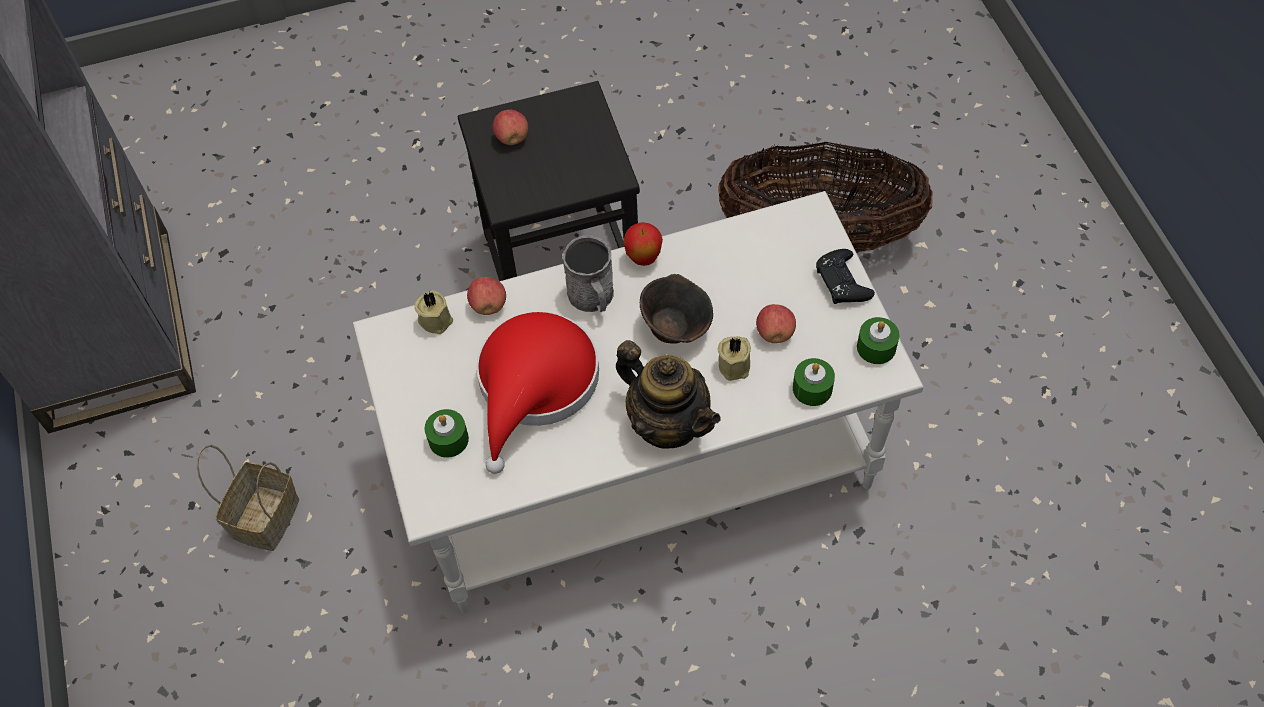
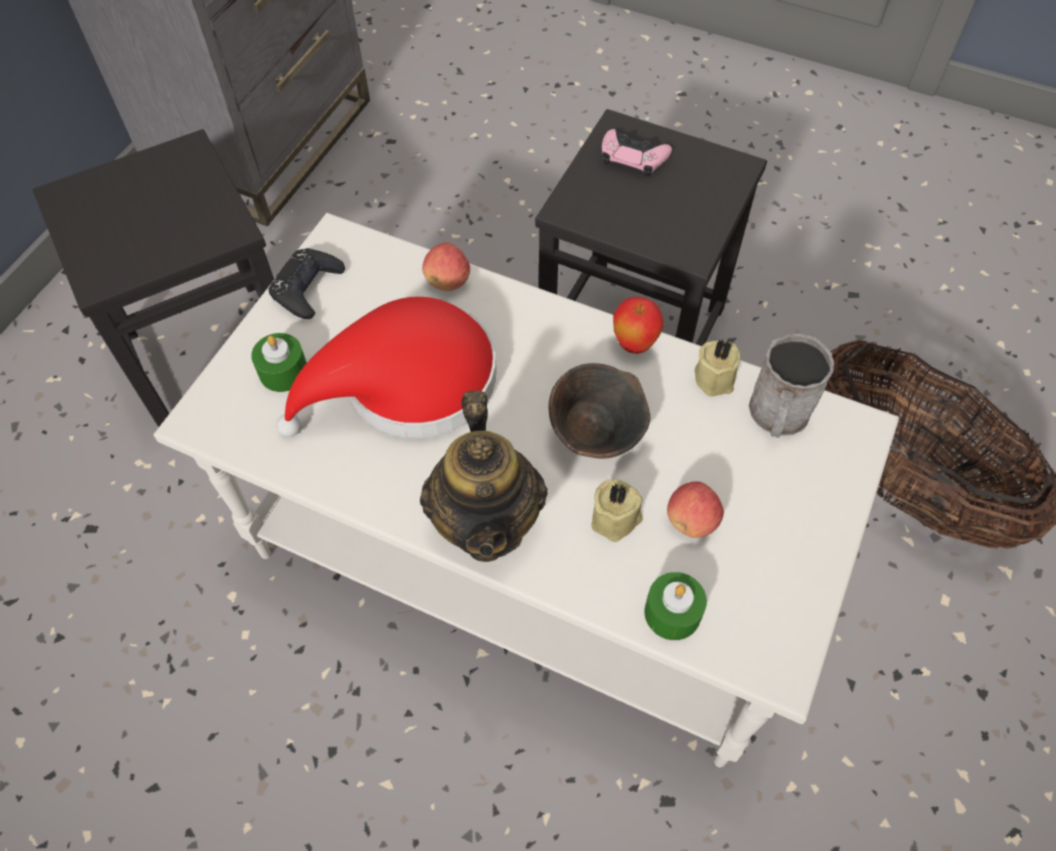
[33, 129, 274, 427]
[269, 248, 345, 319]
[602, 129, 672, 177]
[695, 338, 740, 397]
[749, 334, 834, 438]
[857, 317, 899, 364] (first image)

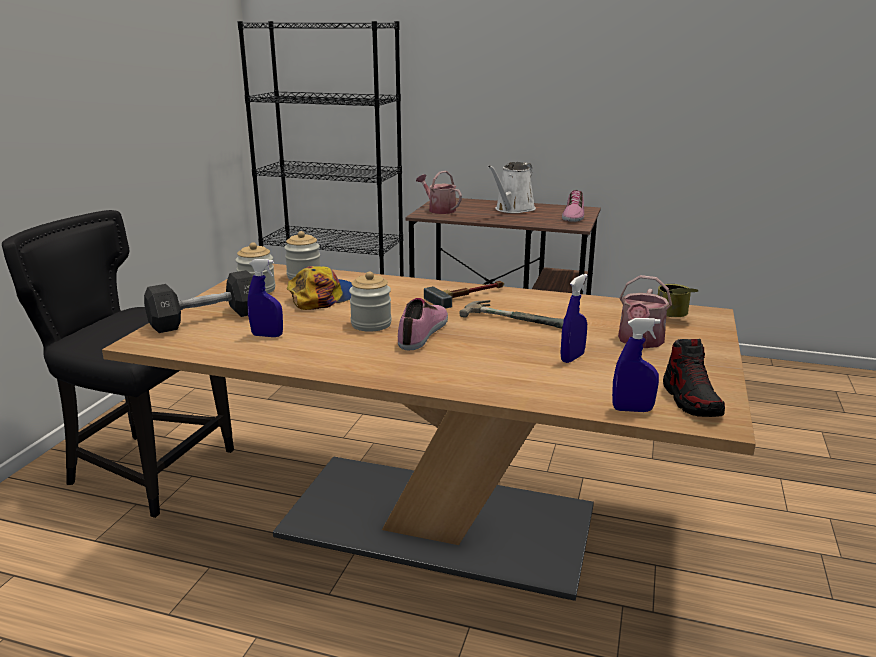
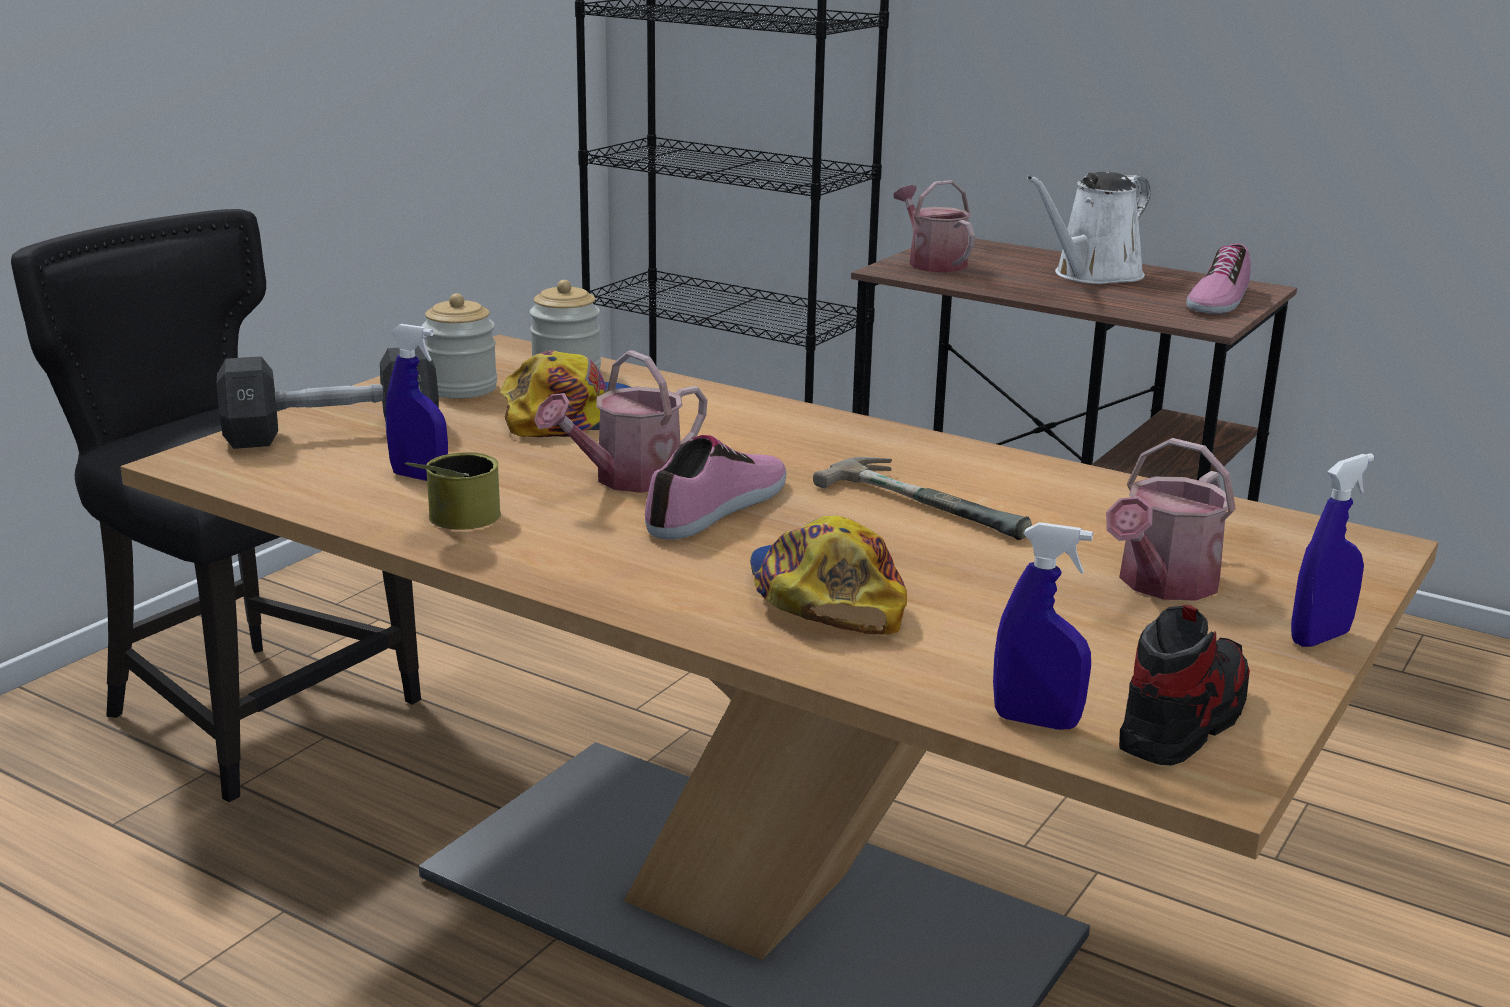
[405, 452, 501, 530]
[534, 350, 707, 493]
[750, 515, 907, 635]
[1119, 605, 1250, 766]
[1291, 453, 1375, 647]
[424, 281, 504, 309] (first image)

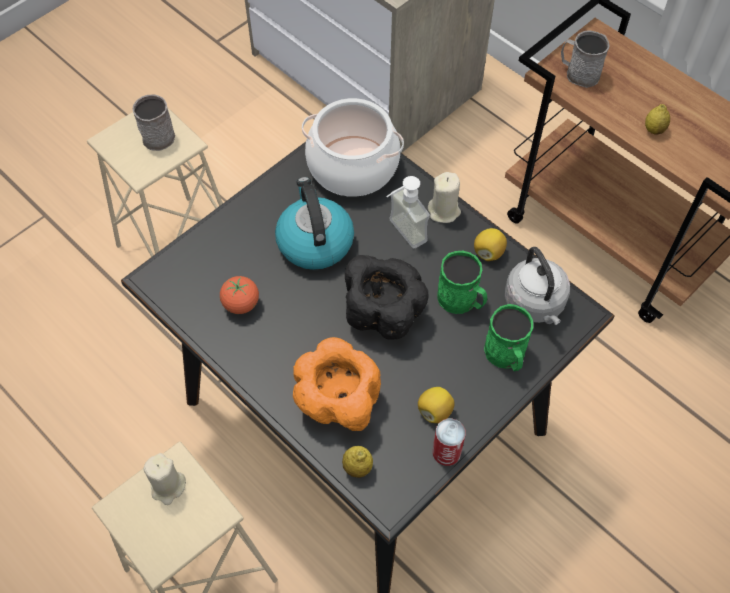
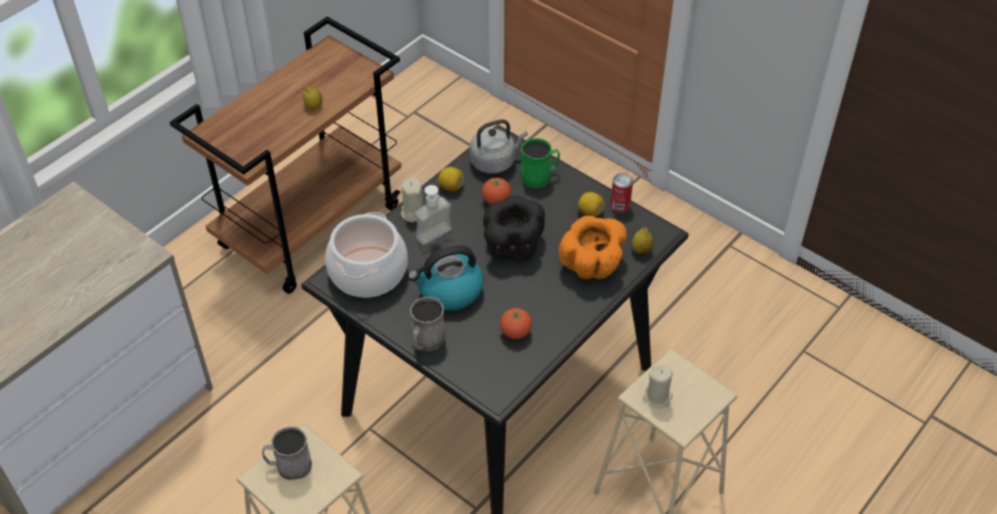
[410, 297, 445, 351]
[482, 178, 511, 205]

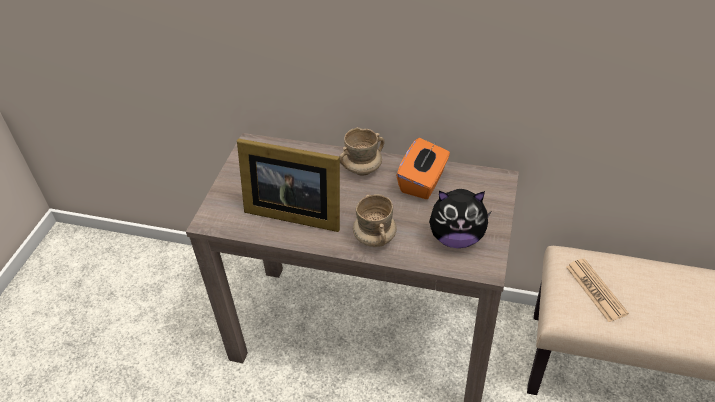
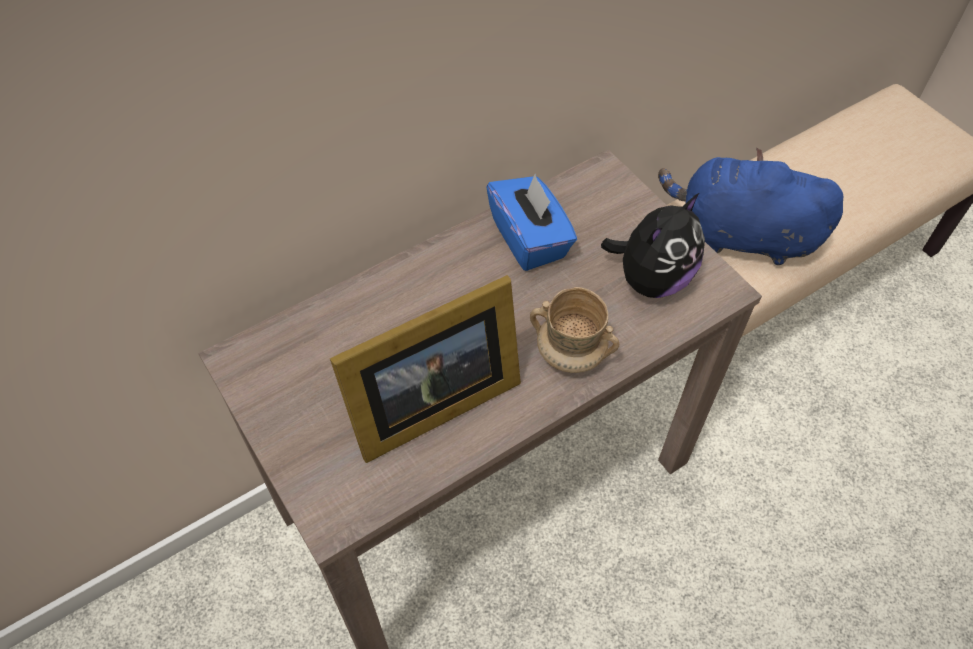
[486, 174, 577, 271]
[658, 148, 843, 265]
[339, 127, 384, 176] (first image)

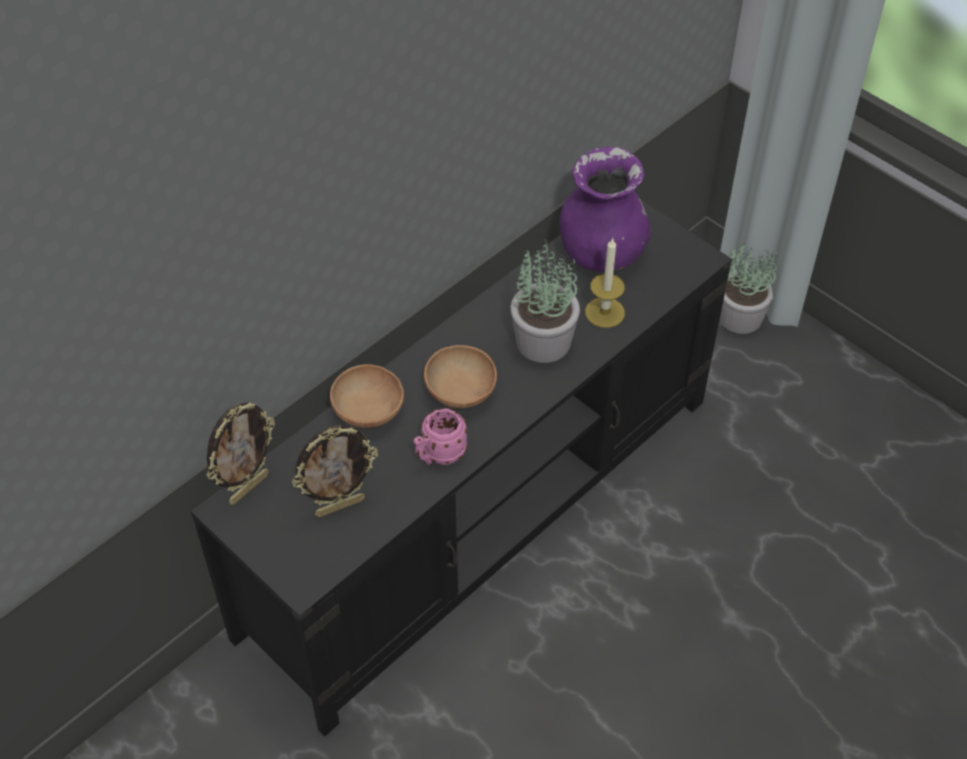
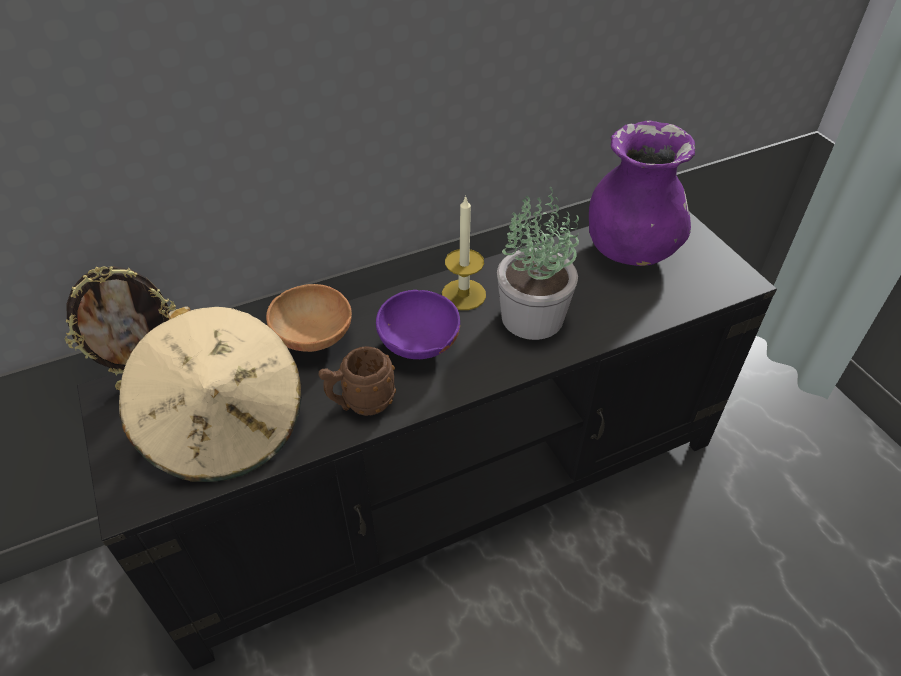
[119, 306, 302, 482]
[319, 346, 396, 416]
[376, 290, 460, 359]
[442, 195, 486, 310]
[720, 244, 777, 334] (first image)

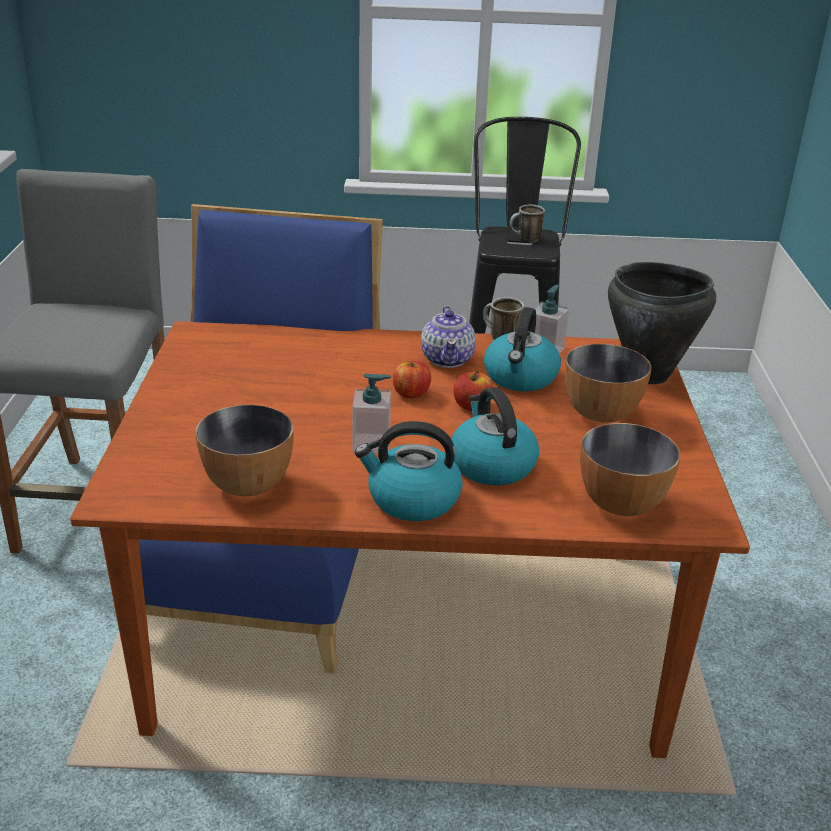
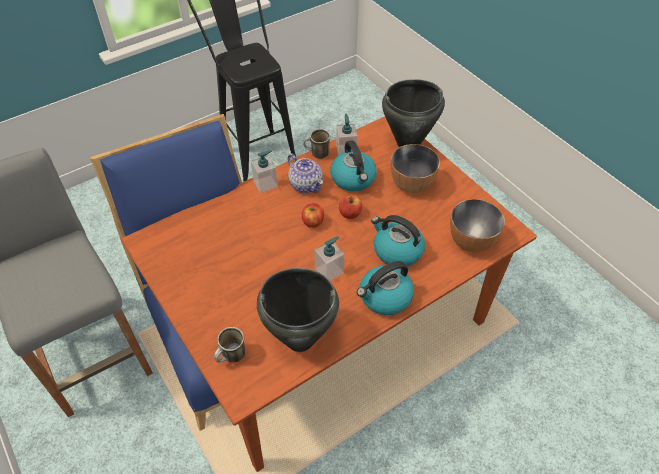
[214, 327, 245, 363]
[251, 150, 278, 193]
[257, 268, 339, 352]

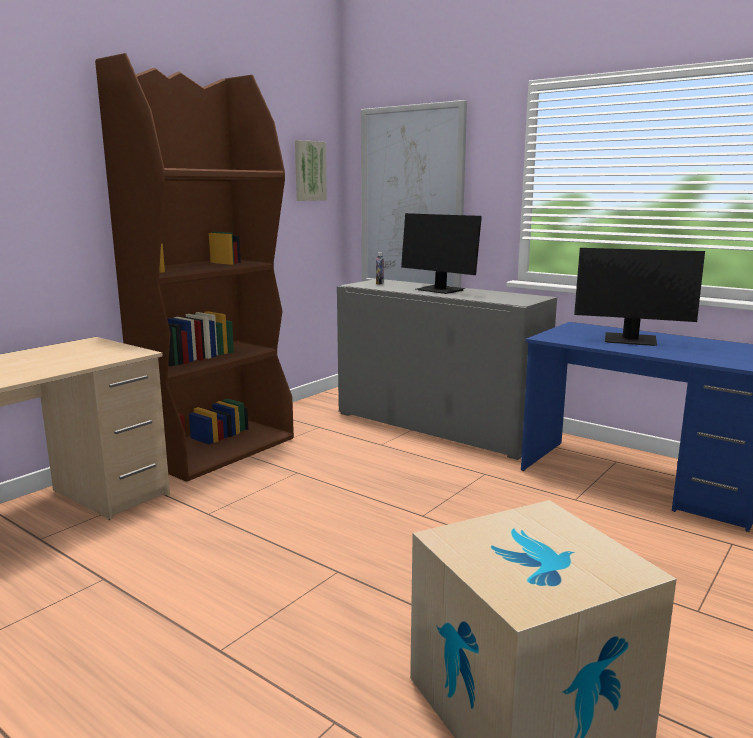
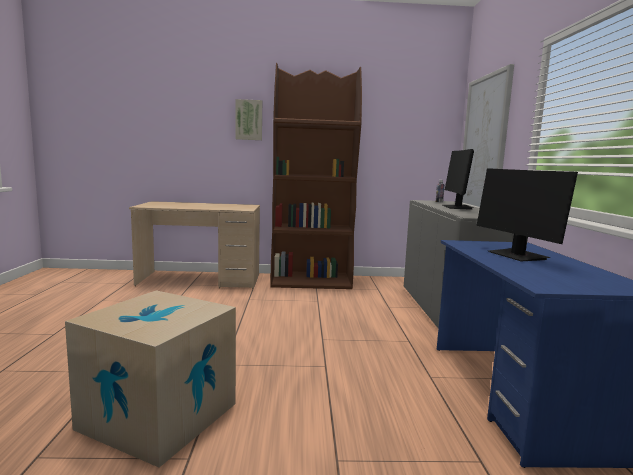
[235, 99, 262, 140]

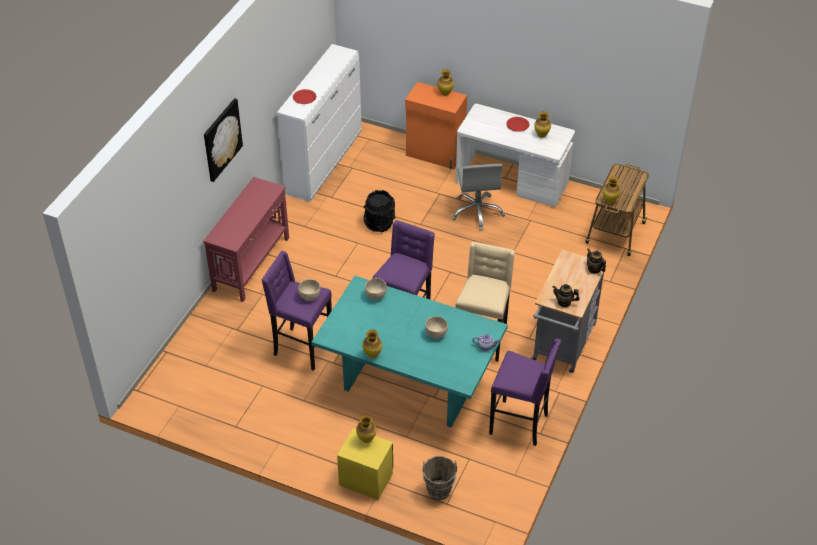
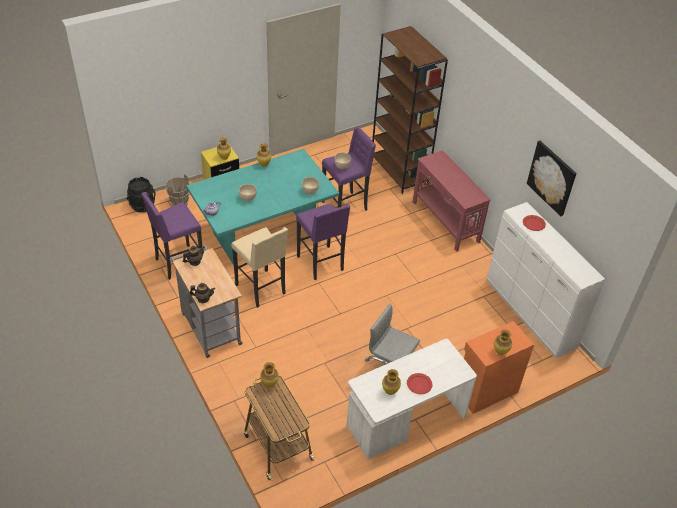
[127, 177, 155, 213]
[372, 26, 448, 194]
[527, 141, 576, 216]

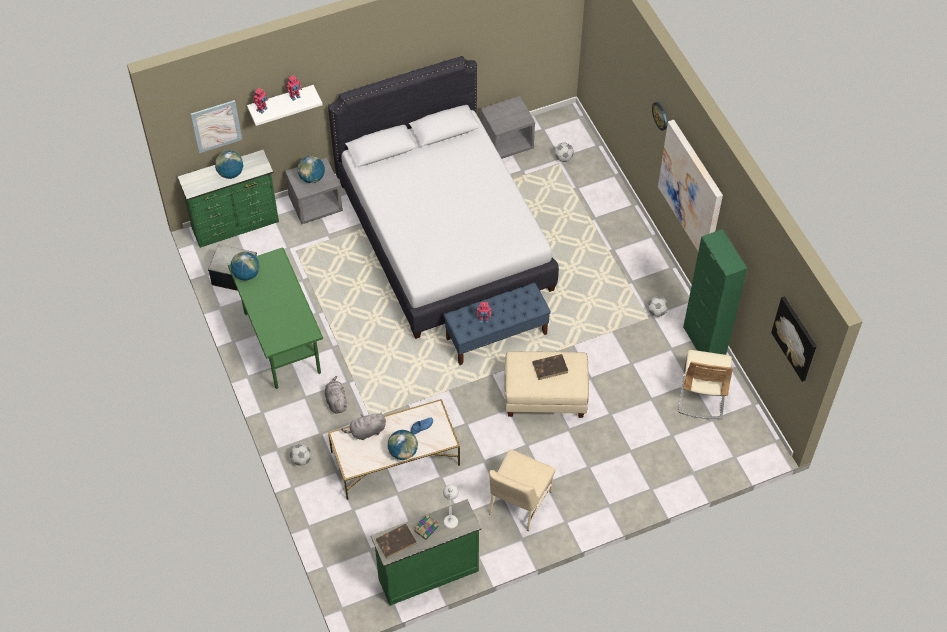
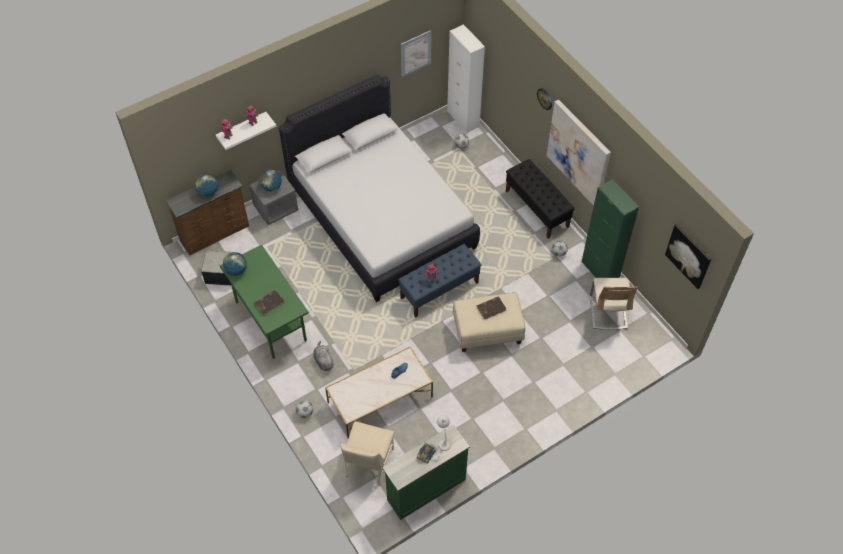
[166, 170, 249, 256]
[254, 289, 284, 315]
[341, 421, 394, 486]
[401, 30, 431, 77]
[447, 24, 485, 133]
[506, 159, 575, 239]
[341, 412, 386, 440] (first image)
[388, 430, 418, 460] (first image)
[480, 96, 535, 159] (first image)

